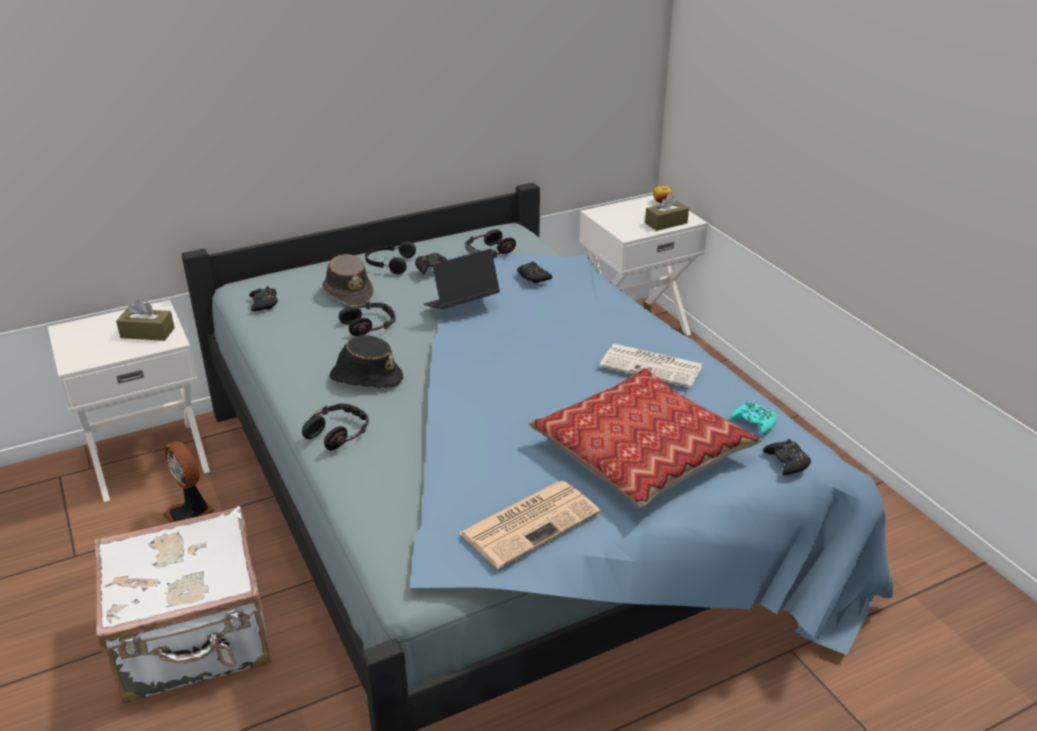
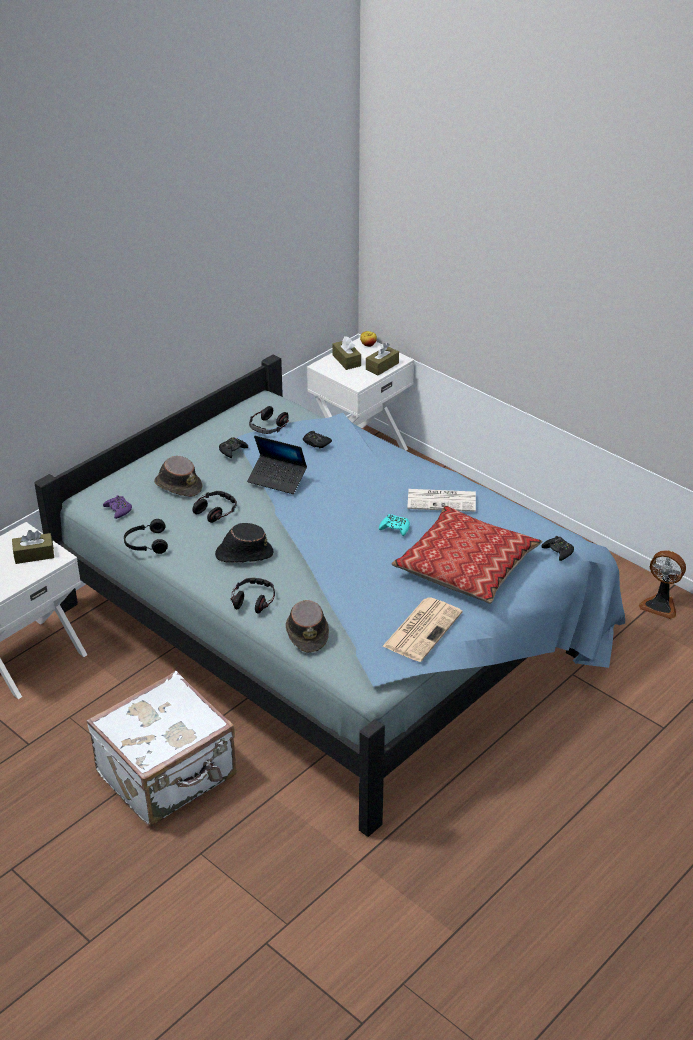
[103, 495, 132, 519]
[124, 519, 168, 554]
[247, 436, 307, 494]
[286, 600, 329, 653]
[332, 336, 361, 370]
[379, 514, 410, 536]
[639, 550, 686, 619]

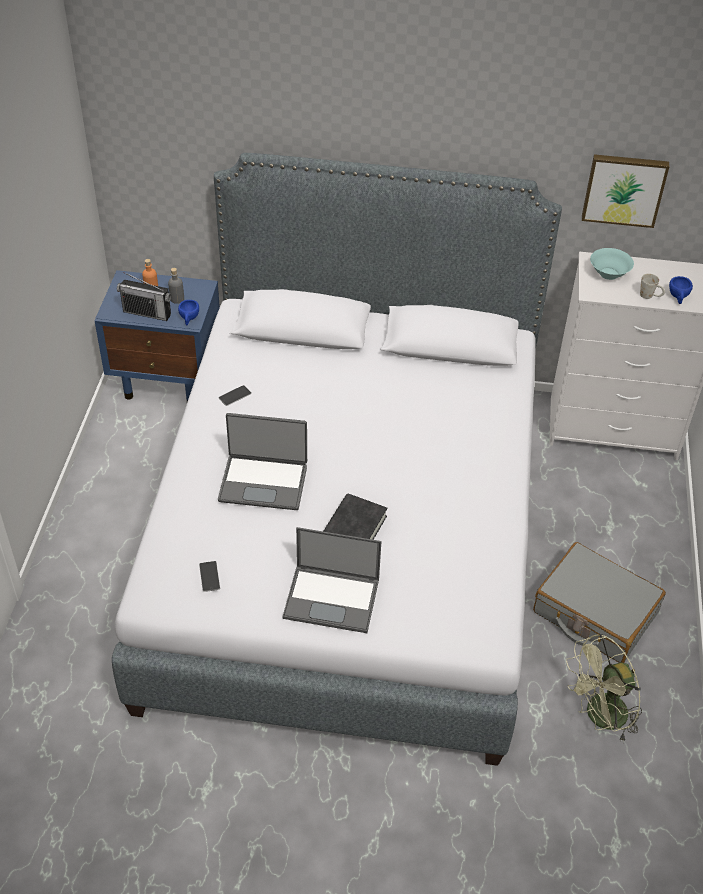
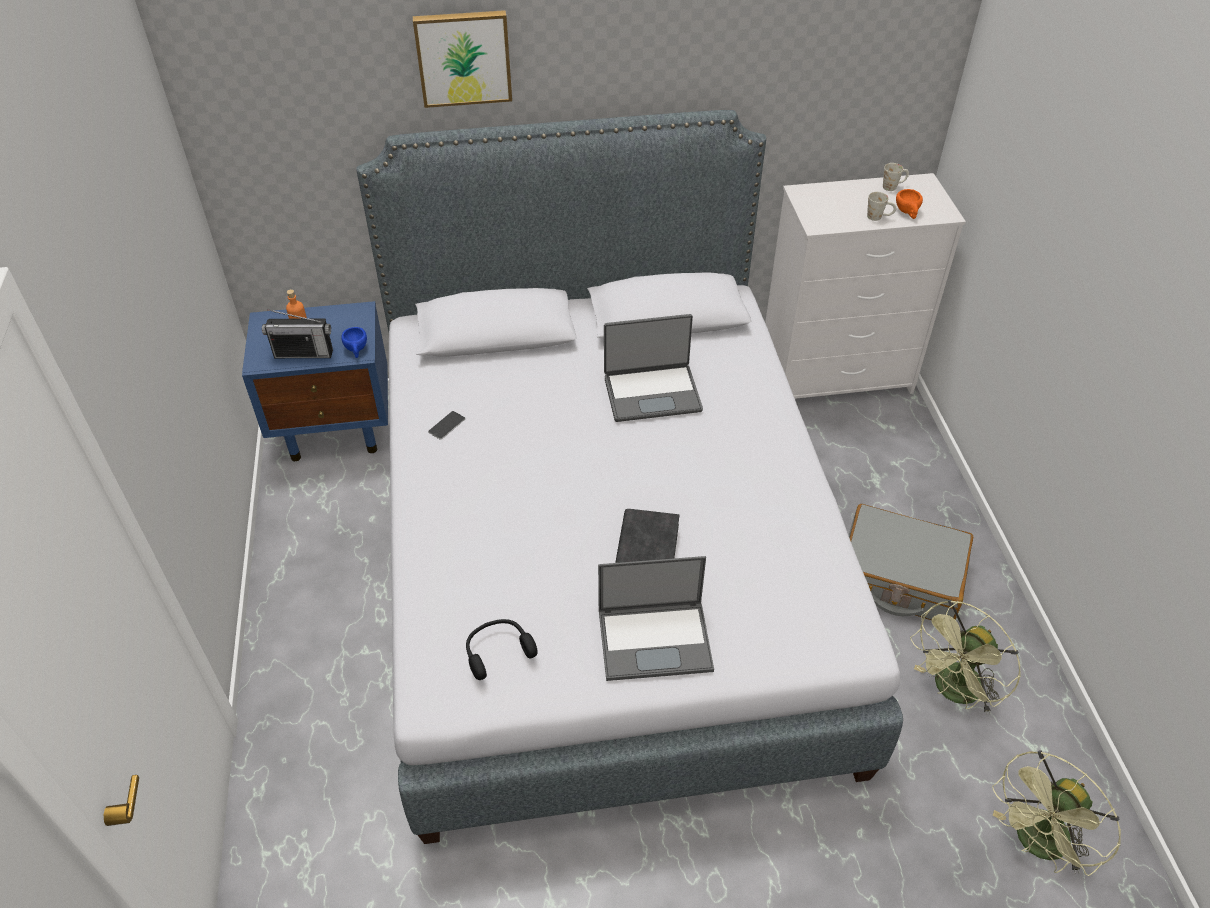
[413, 10, 512, 108]
[466, 619, 538, 680]
[604, 314, 703, 422]
[883, 163, 909, 191]
[896, 189, 923, 219]
[992, 750, 1121, 876]
[168, 268, 184, 304] (first image)
[590, 248, 634, 280] (first image)

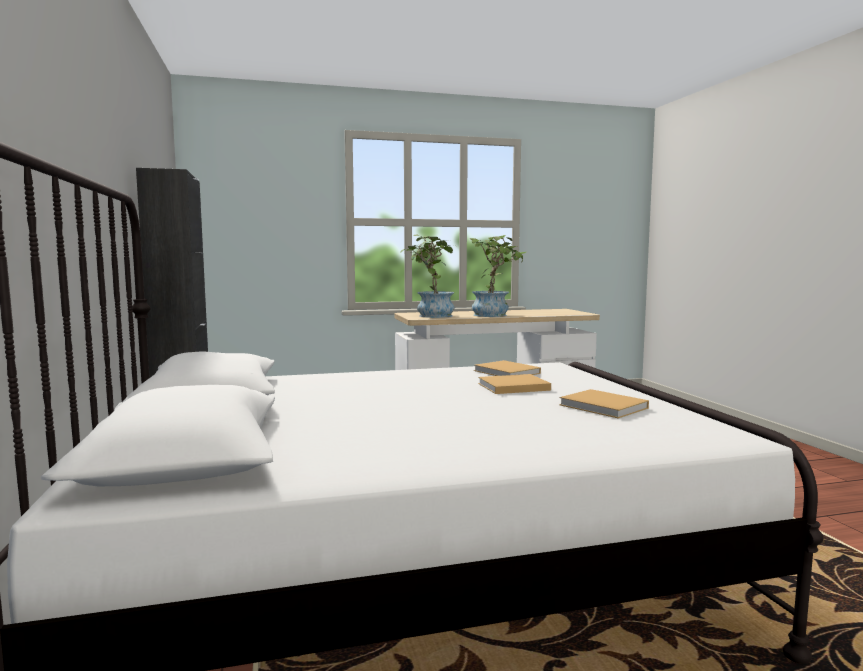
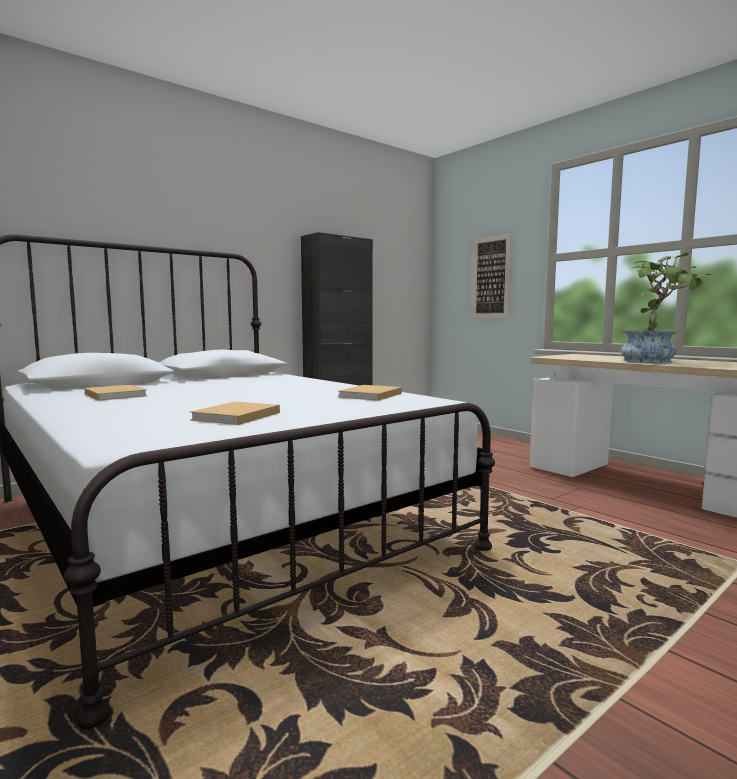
[84, 385, 147, 401]
[472, 233, 512, 318]
[400, 235, 455, 318] (first image)

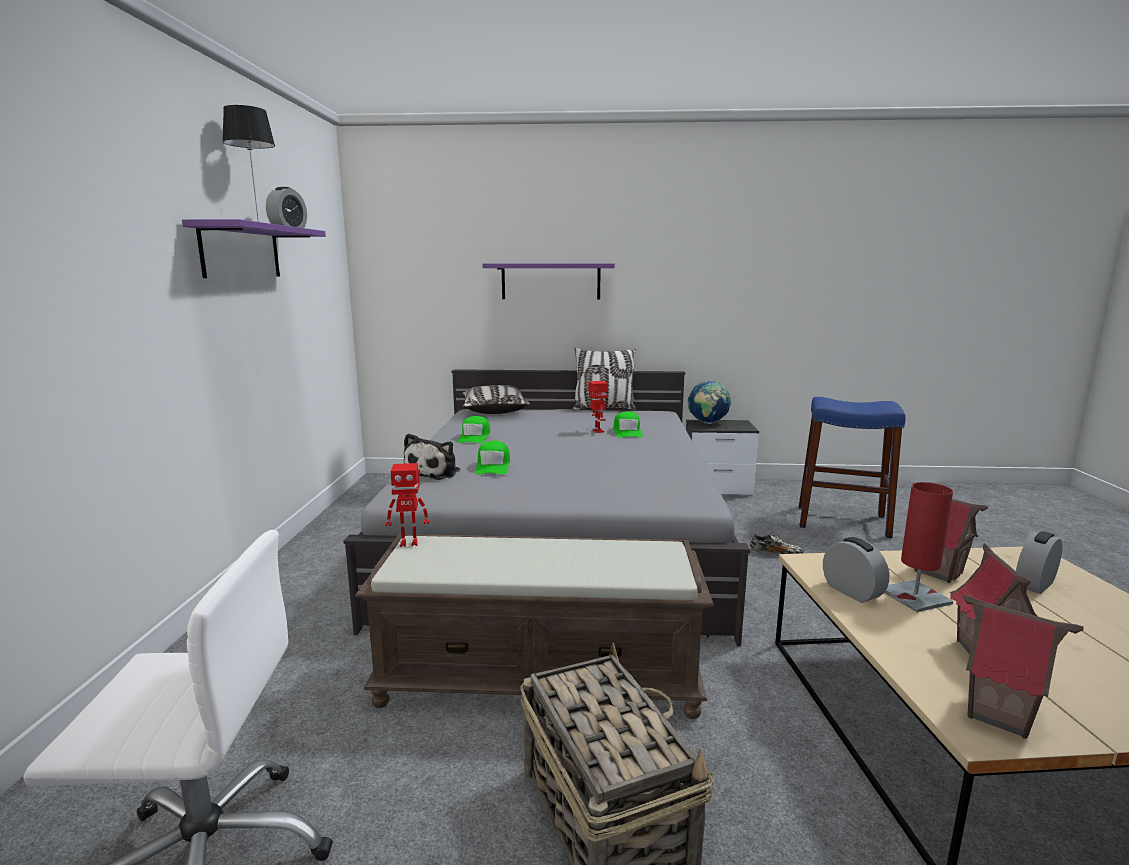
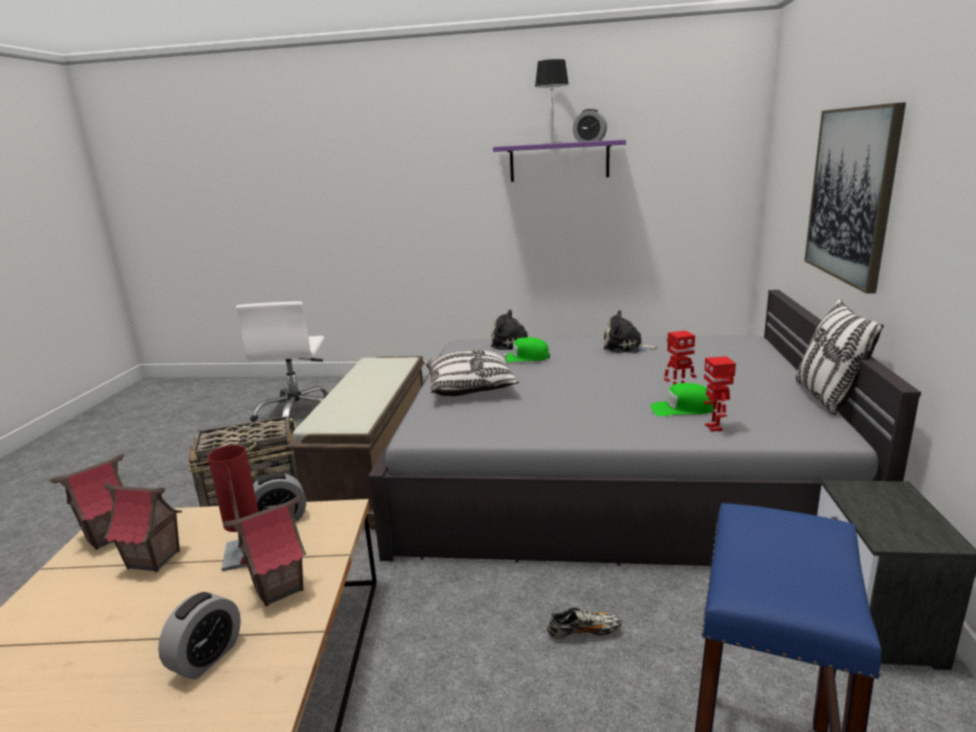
[158, 592, 241, 679]
[426, 350, 519, 396]
[547, 607, 622, 639]
[603, 310, 658, 353]
[704, 356, 736, 432]
[804, 102, 906, 294]
[688, 381, 731, 424] (first image)

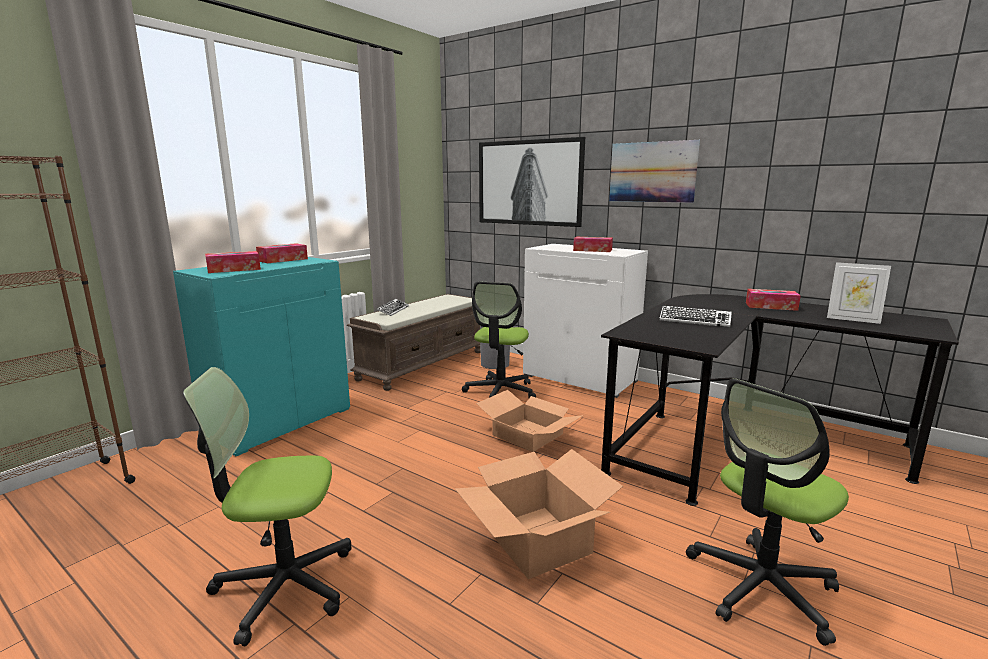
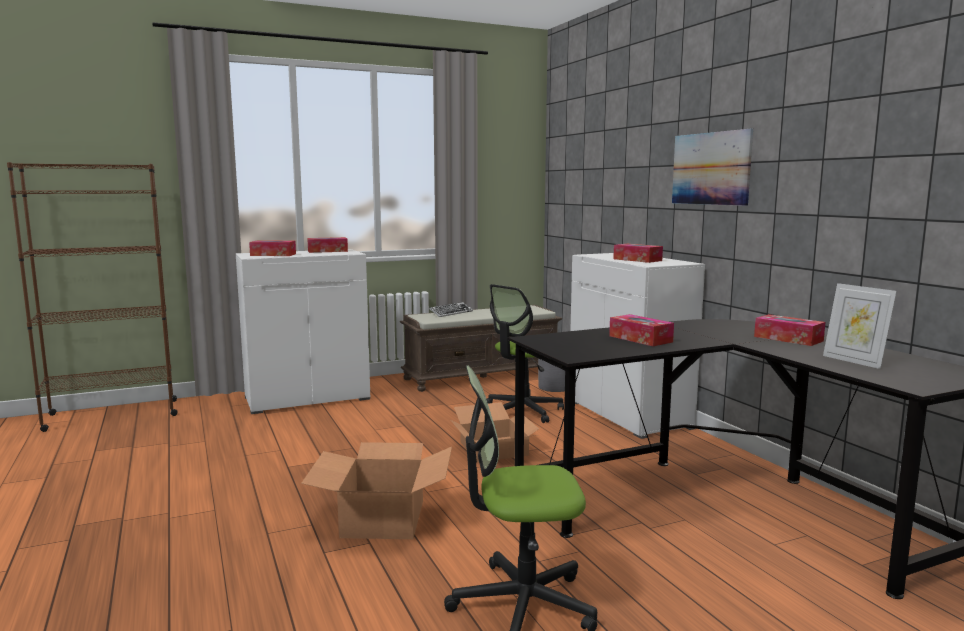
[236, 249, 370, 414]
[609, 314, 674, 346]
[183, 367, 351, 646] (first image)
[479, 137, 585, 227] (first image)

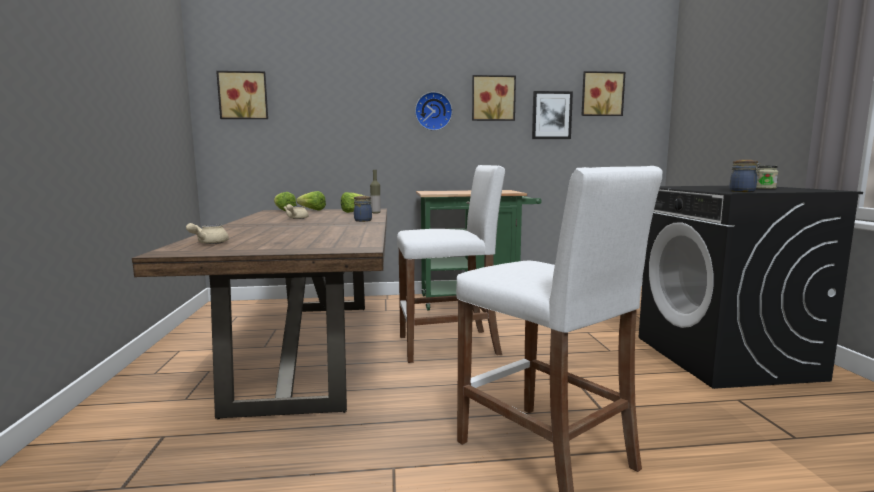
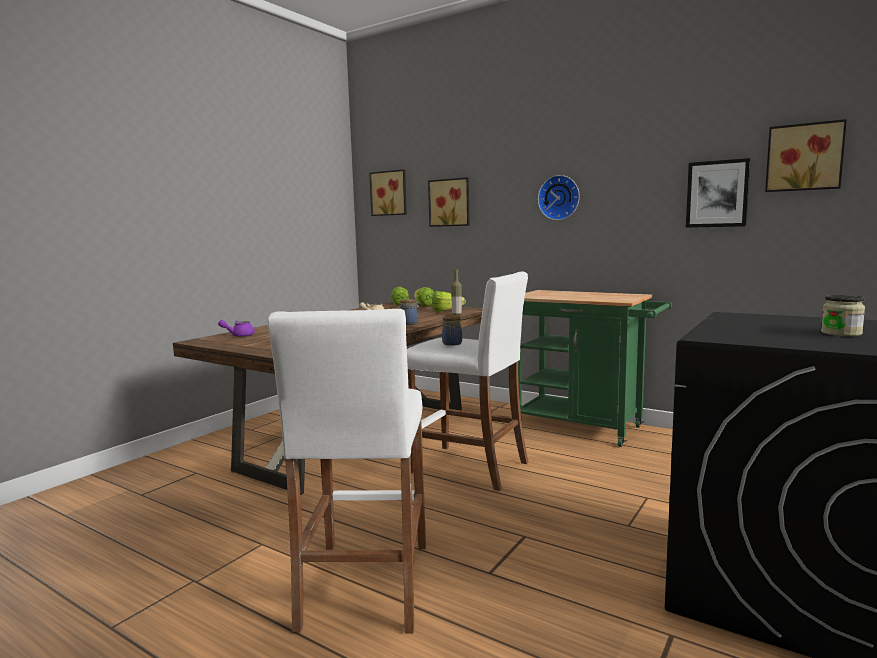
[218, 320, 255, 337]
[428, 177, 470, 227]
[442, 316, 462, 346]

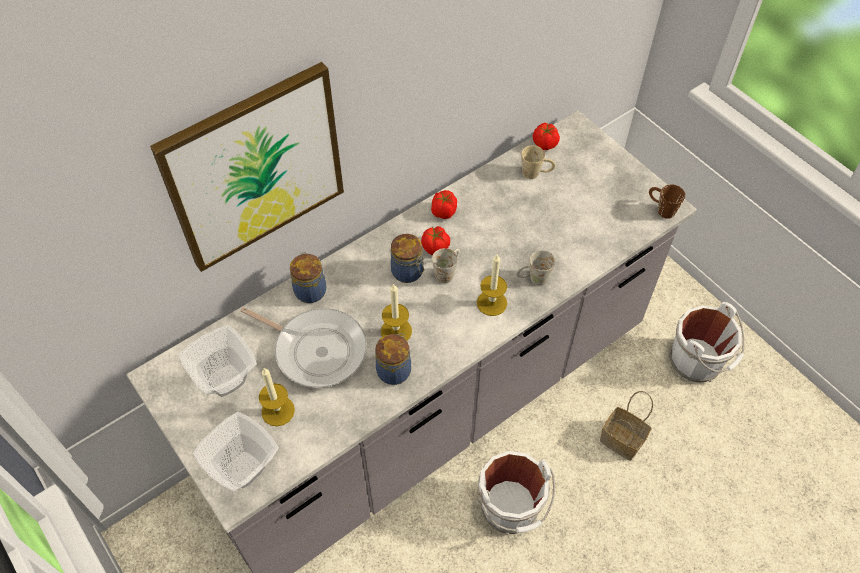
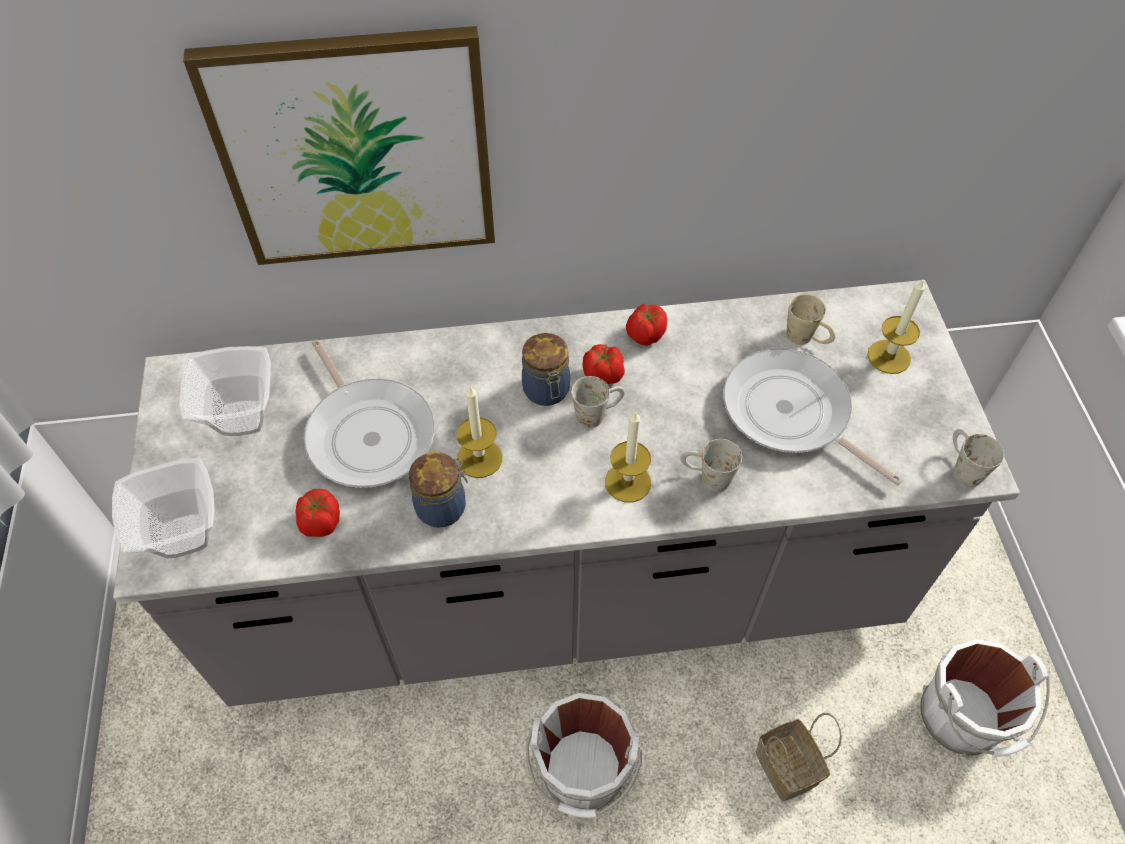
[295, 489, 340, 537]
[723, 348, 903, 486]
[867, 278, 925, 374]
[953, 429, 1004, 487]
[290, 252, 326, 303] (first image)

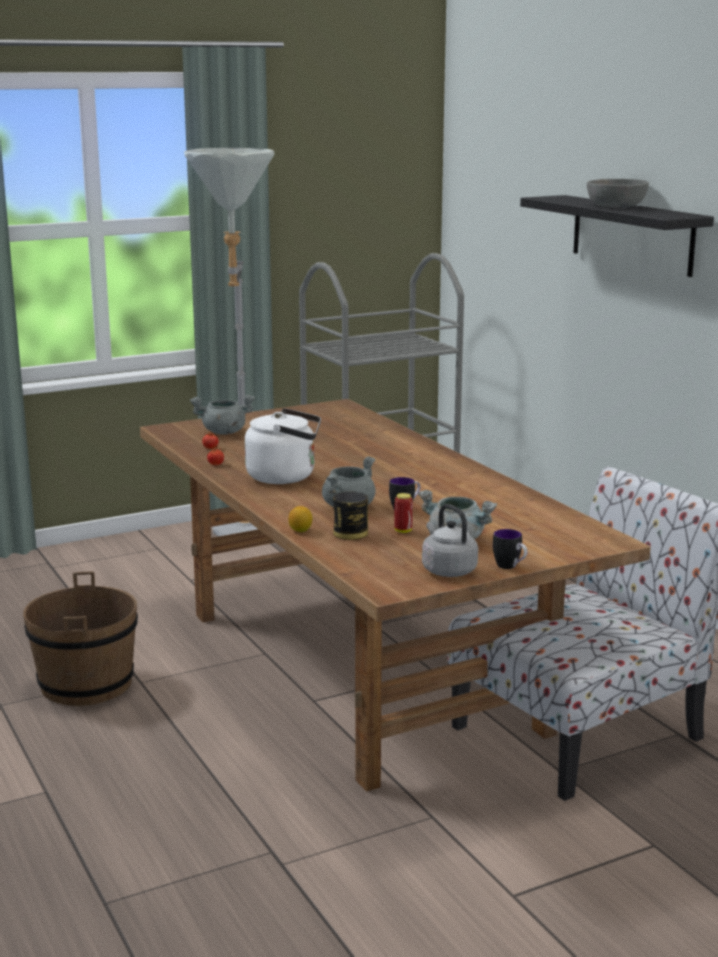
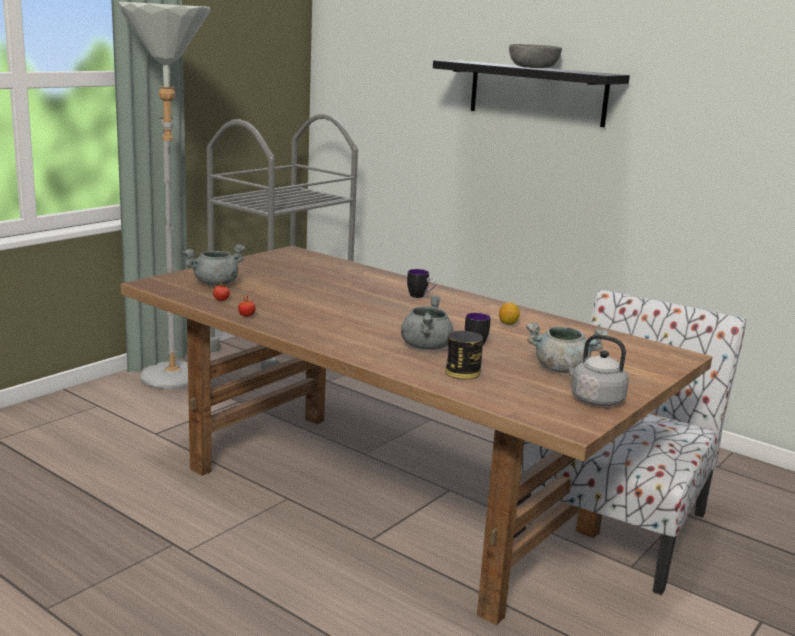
[407, 269, 436, 298]
[499, 302, 520, 325]
[23, 572, 138, 706] (first image)
[245, 408, 321, 484] (first image)
[394, 493, 413, 533] (first image)

